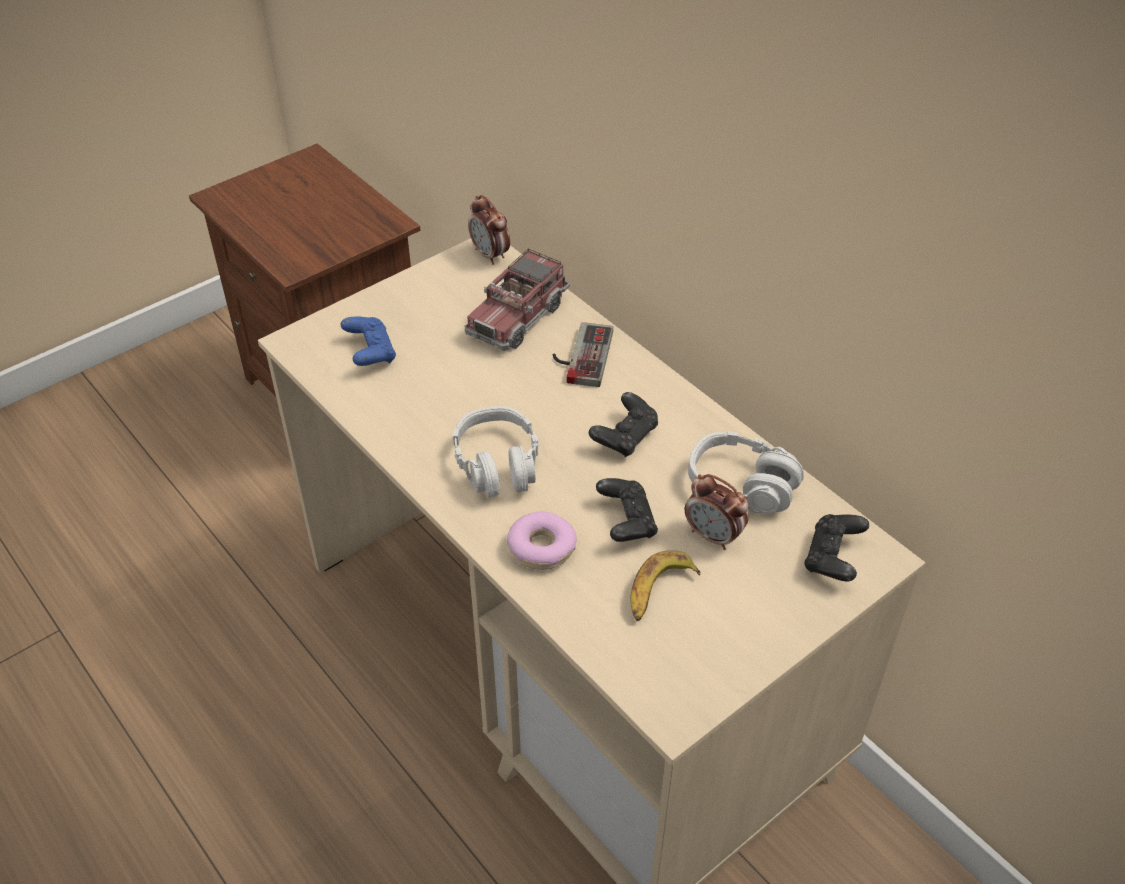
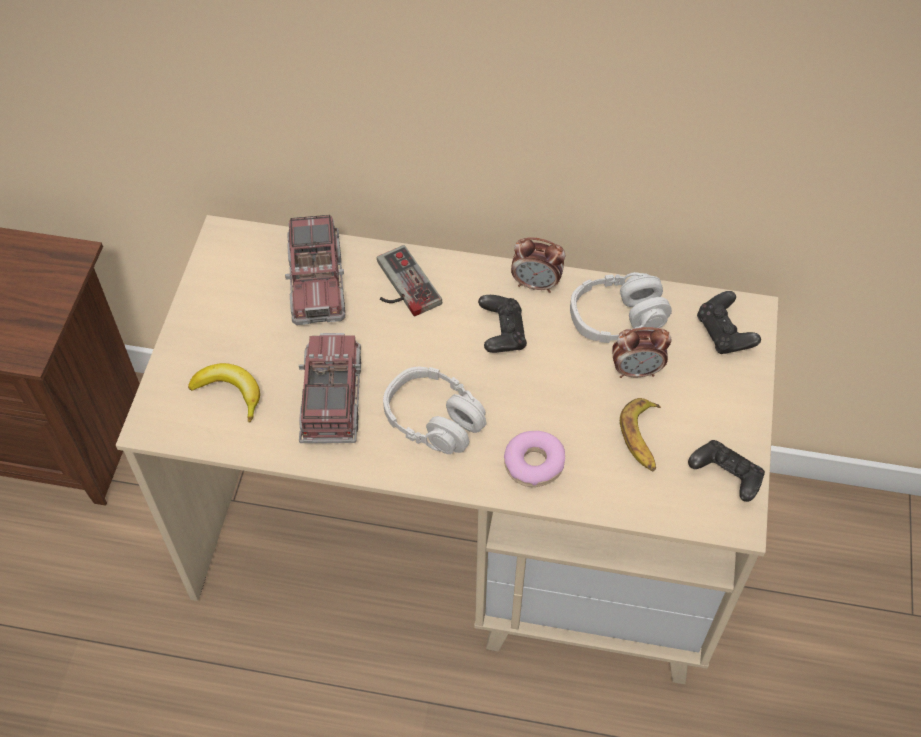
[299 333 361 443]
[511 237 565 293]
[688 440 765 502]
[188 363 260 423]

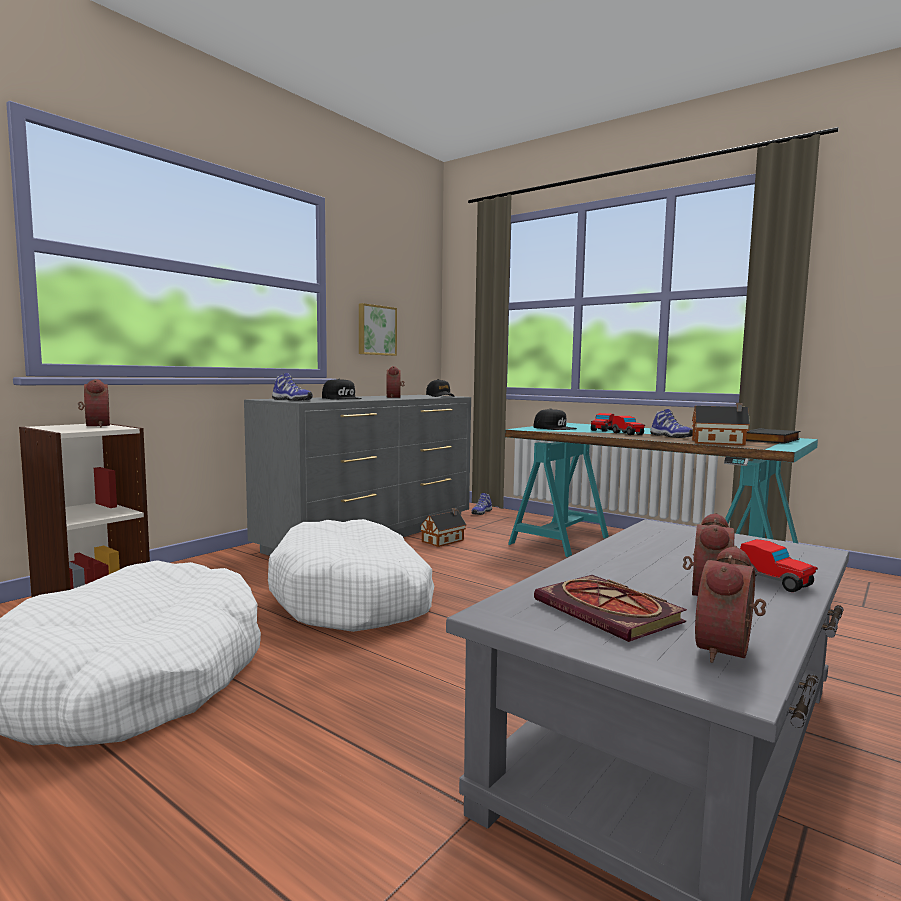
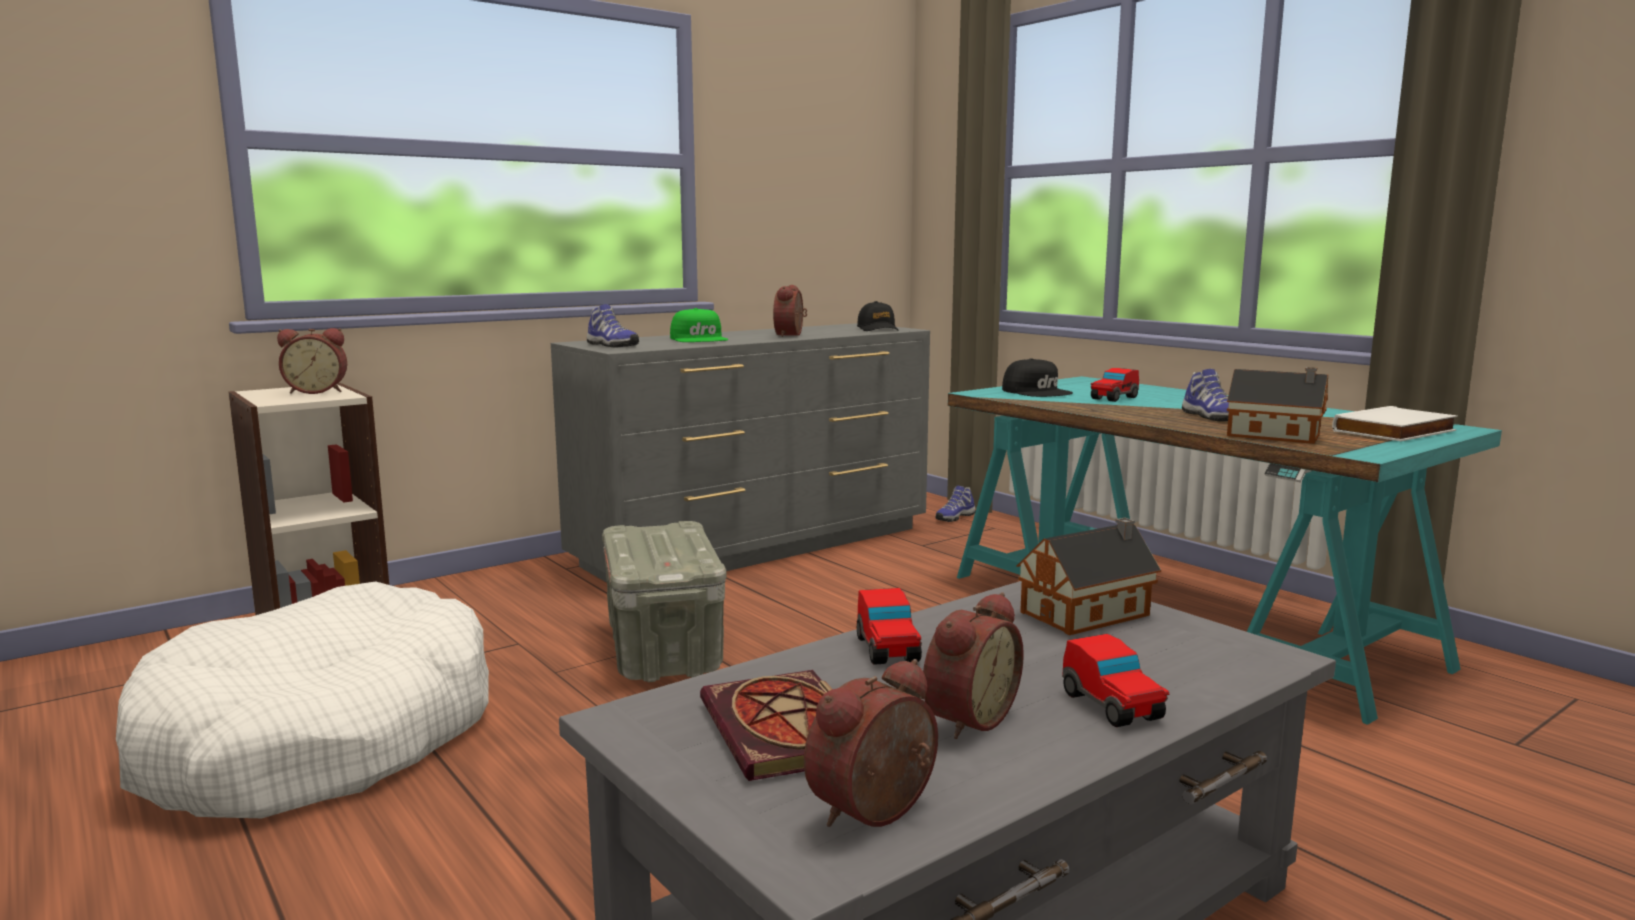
[359 303 397 356] (first image)
[1017 518 1161 635]
[857 588 922 665]
[602 521 727 682]
[670 308 728 342]
[1332 406 1458 441]
[277 328 347 394]

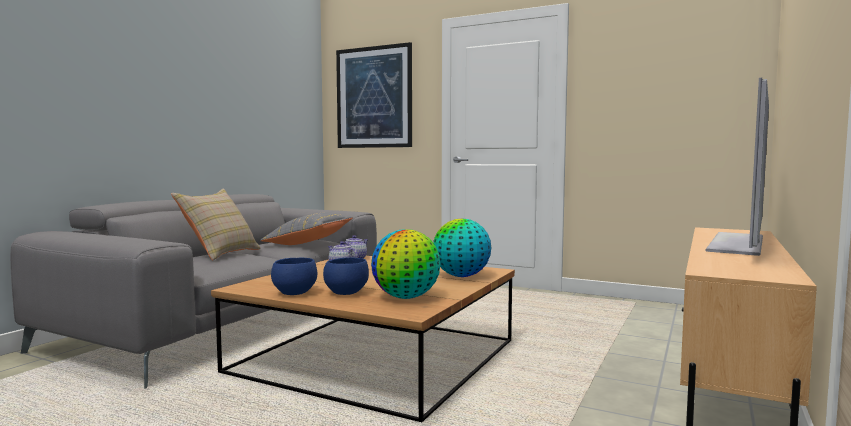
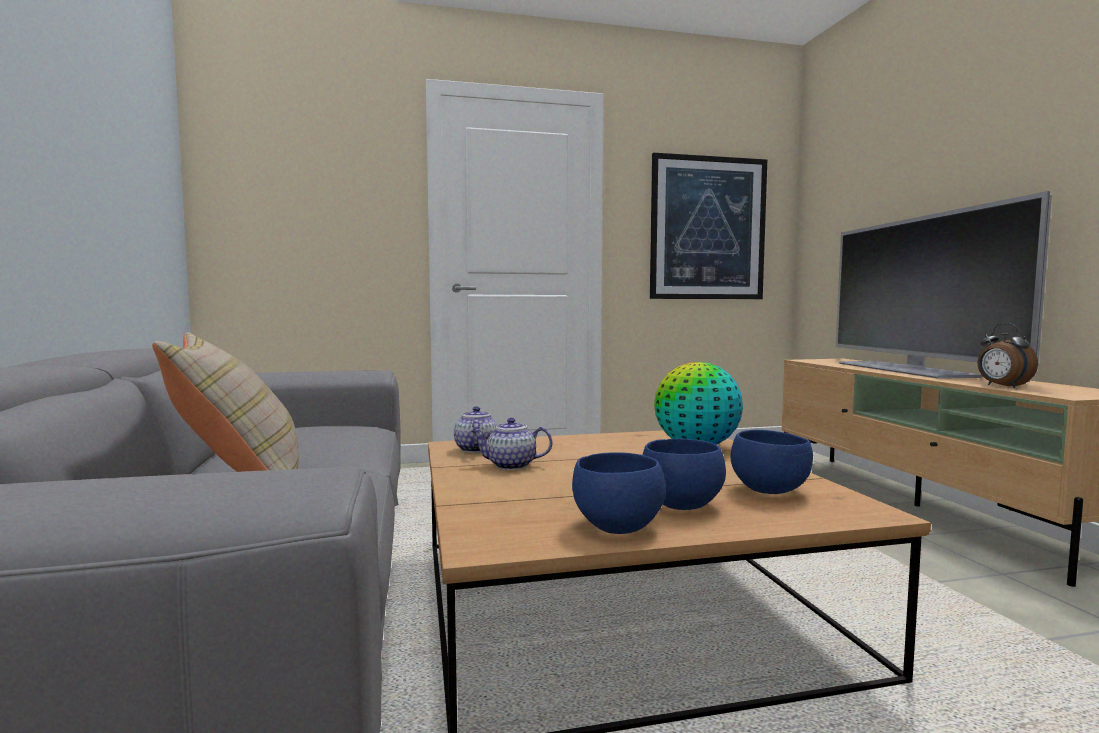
[260 212 353 245] (first image)
[978 323 1038 388]
[650 153 767 299]
[731 430 813 494]

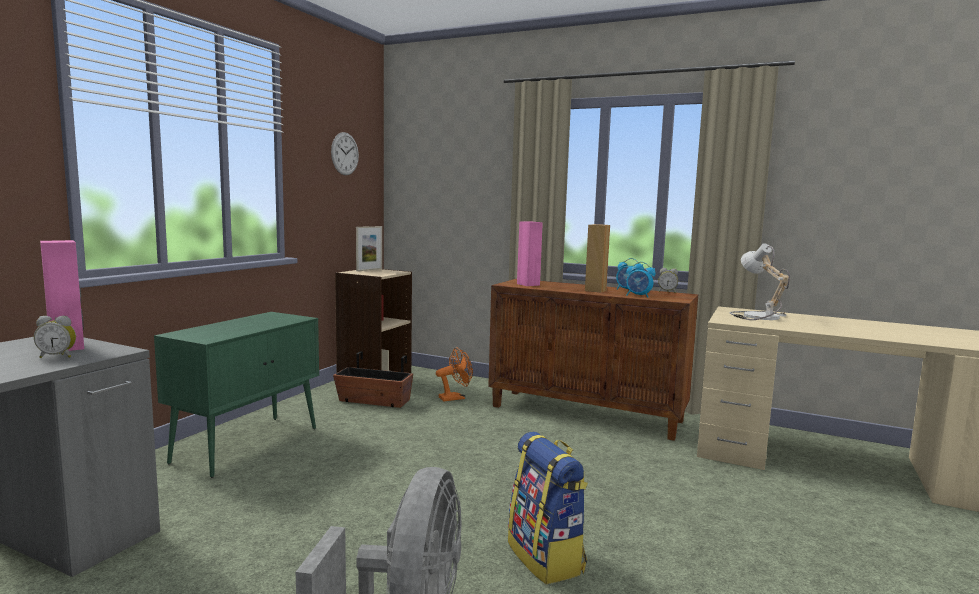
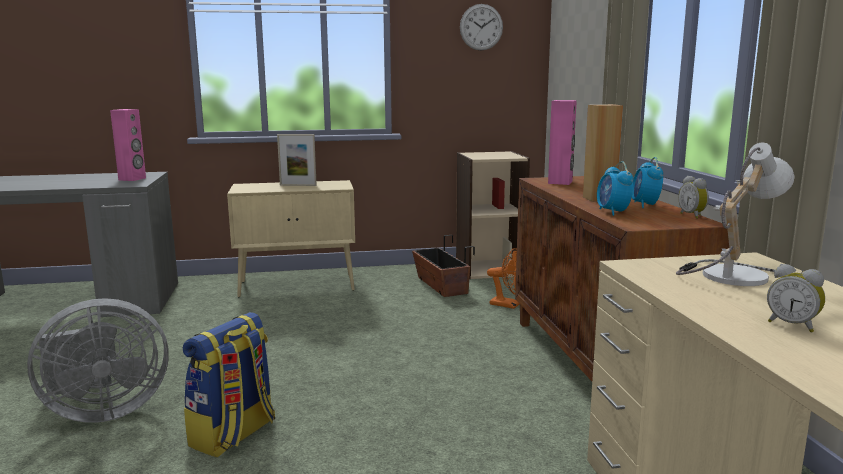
[767 264 825 332]
[277 134 317 186]
[227 180 355 298]

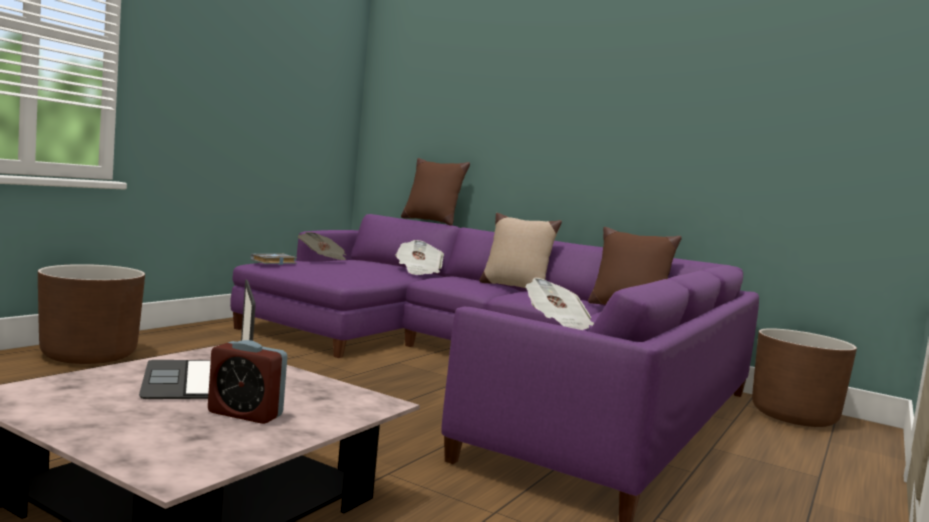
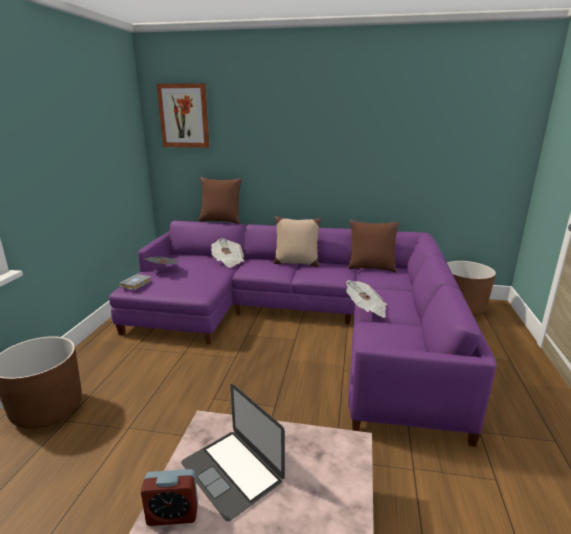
[157 83 210 148]
[141 469 198 526]

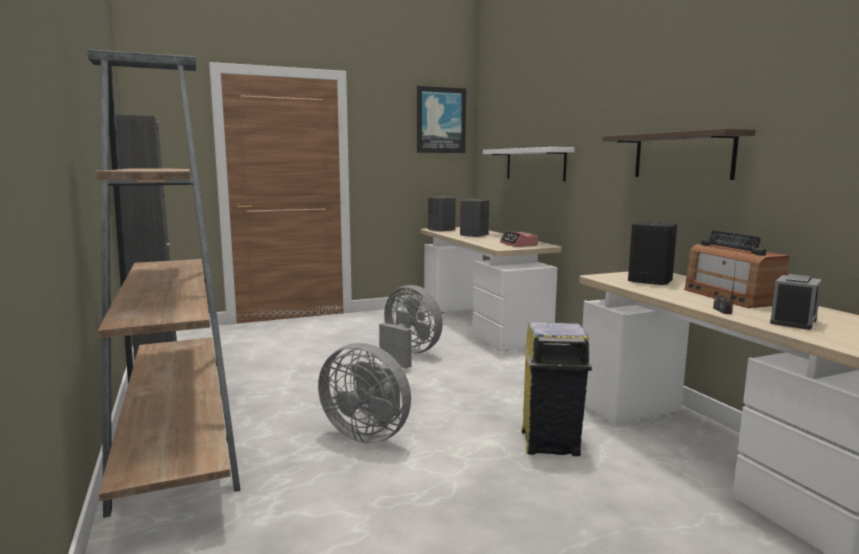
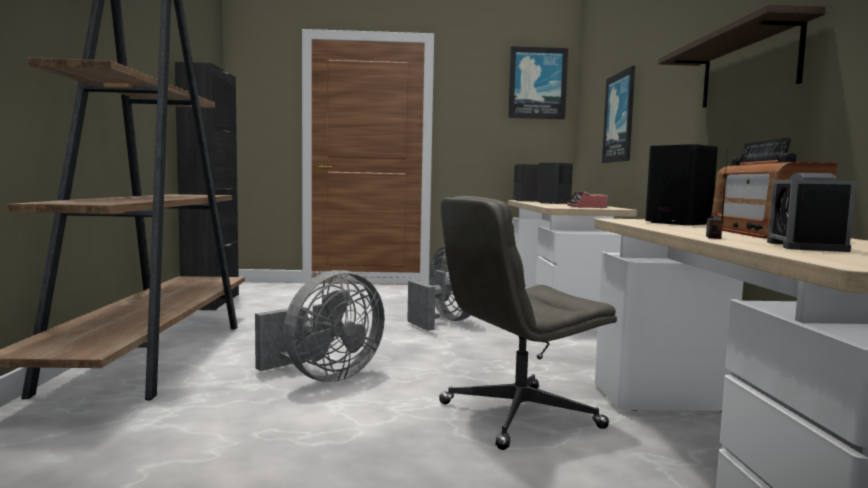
[602 66 635 163]
[439 196 617 450]
[255 270 385 382]
[767 173 856 252]

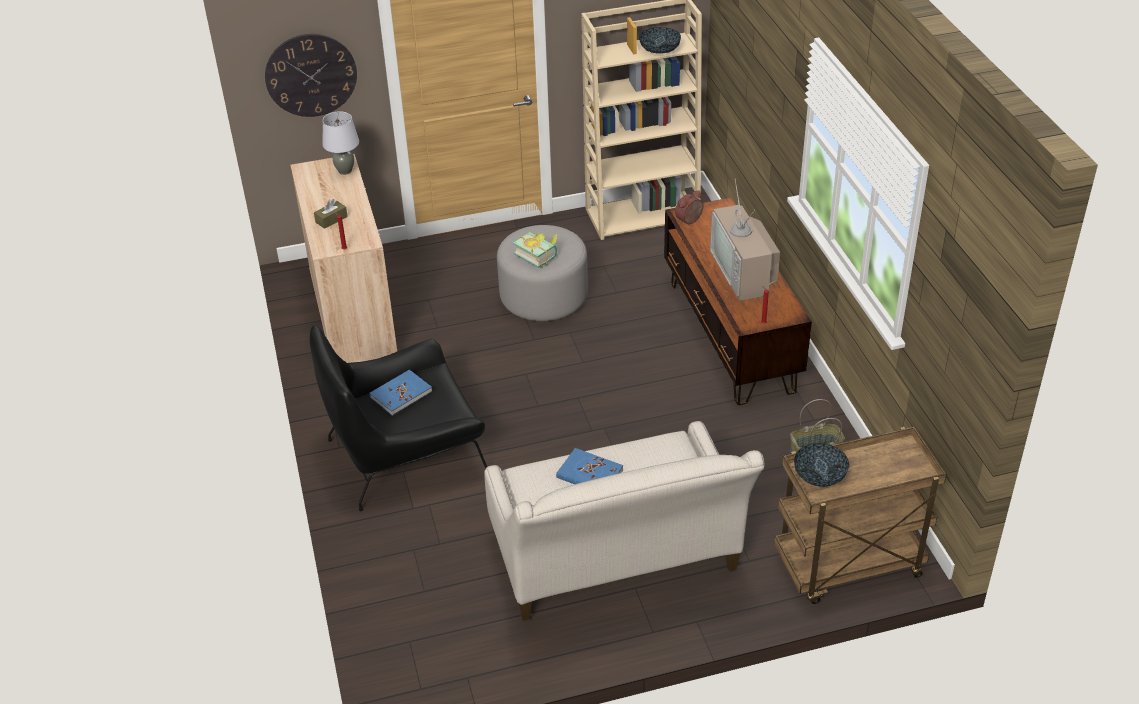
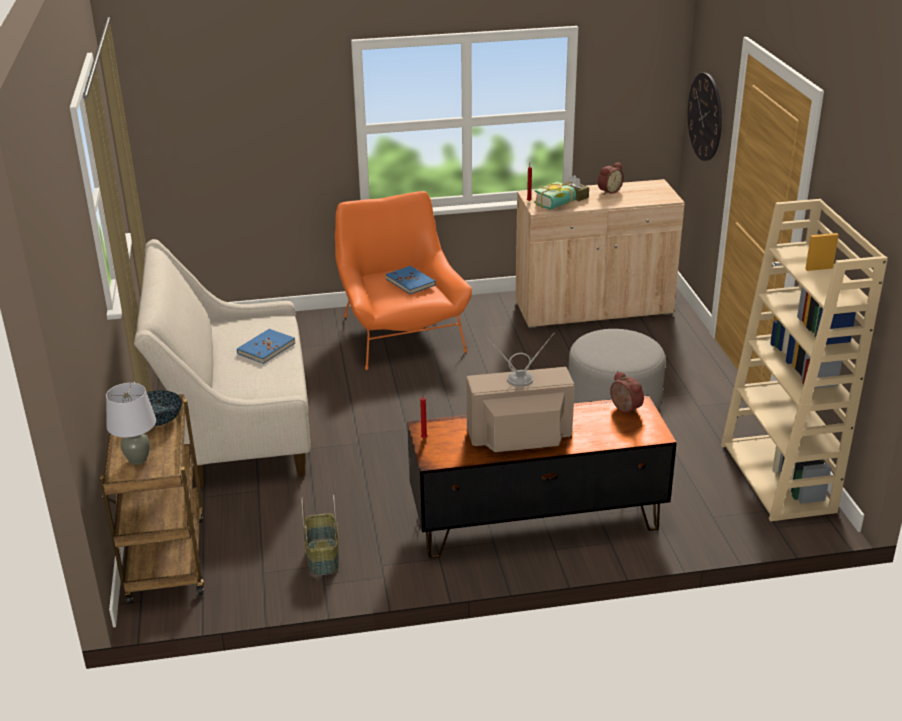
[639 27 681 54] (first image)
[598 162 624 195]
[106 383 156 465]
[534 182 576 210]
[335 191 472 370]

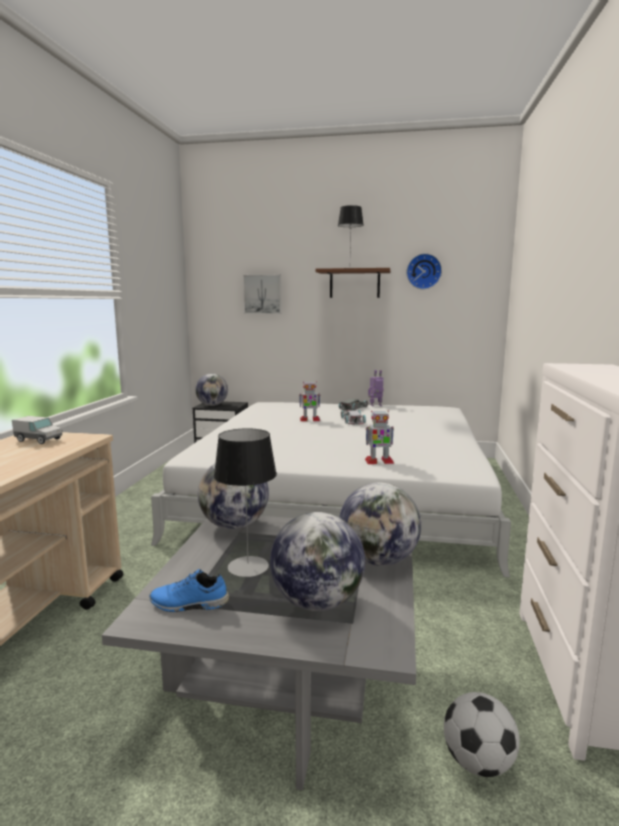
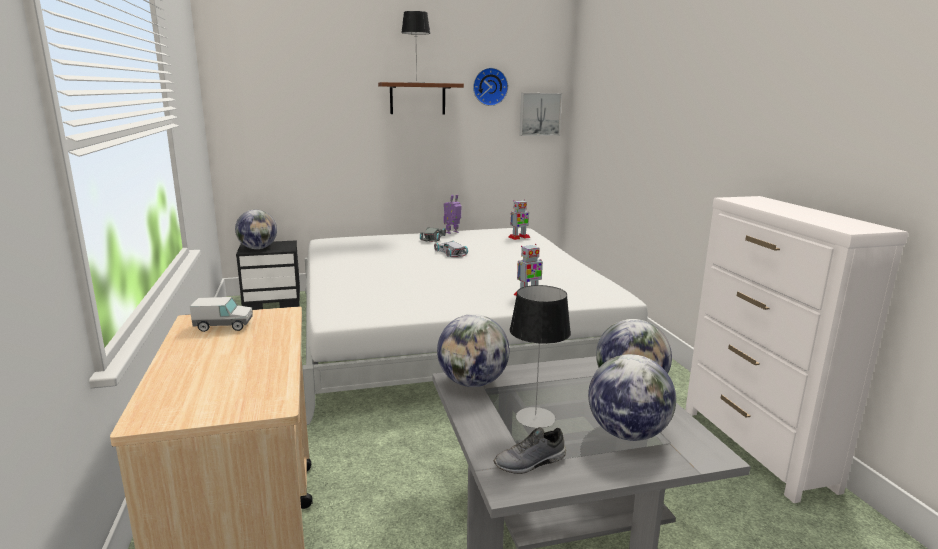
[444 692 520 777] (first image)
[519 93 562 136]
[508 200 530 240]
[493 427 566 474]

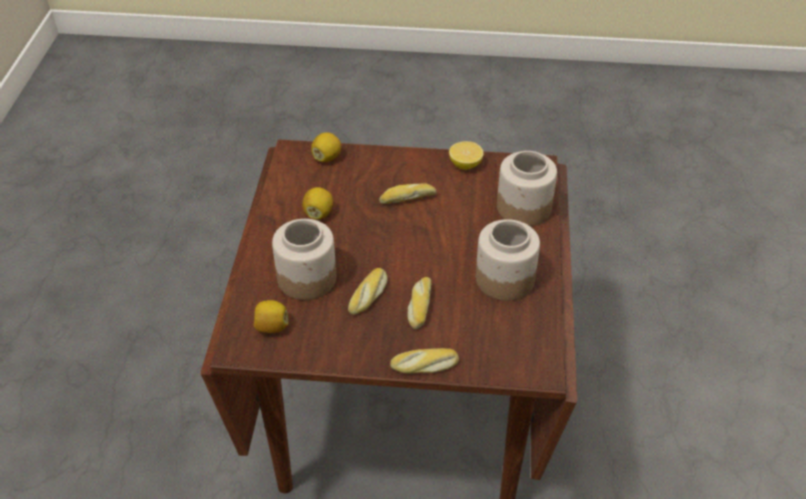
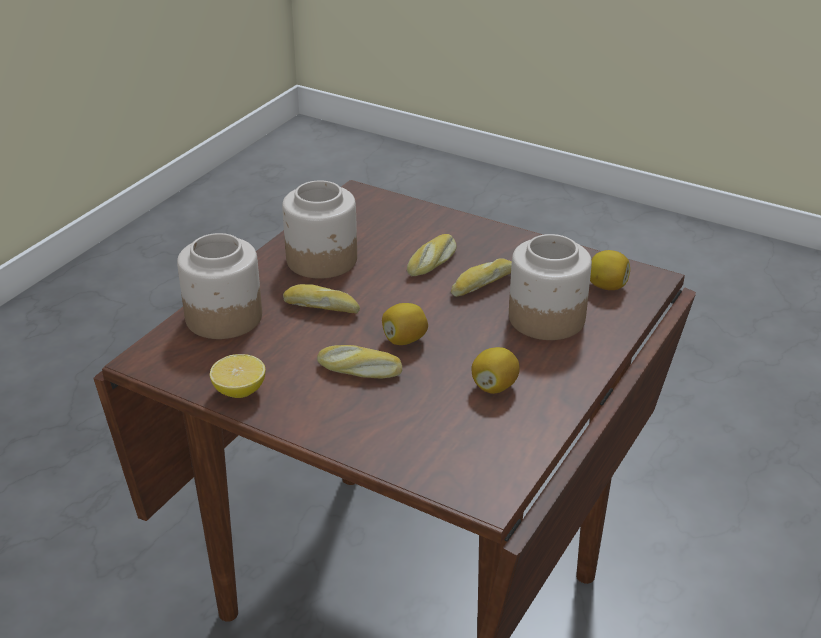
[382 303 428 345]
[283 284 360 313]

